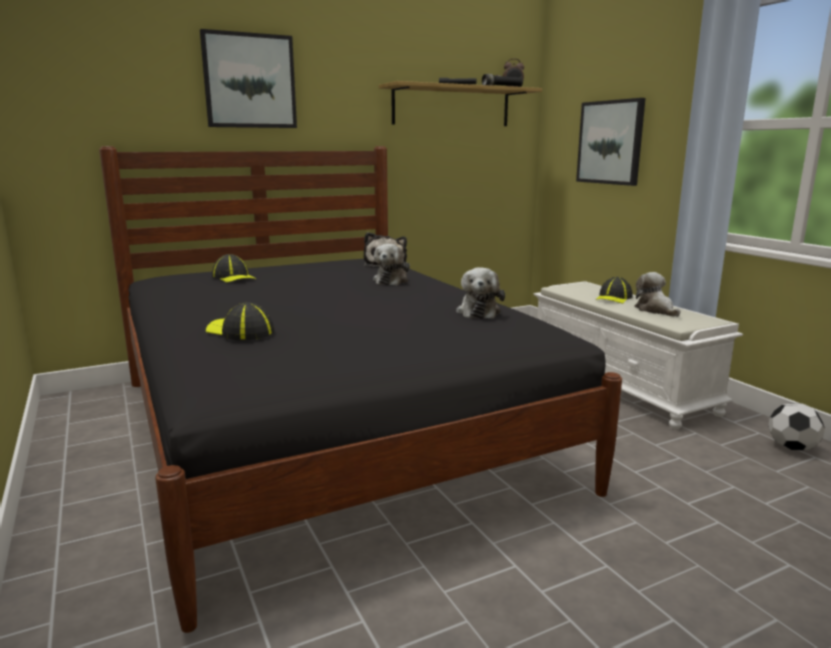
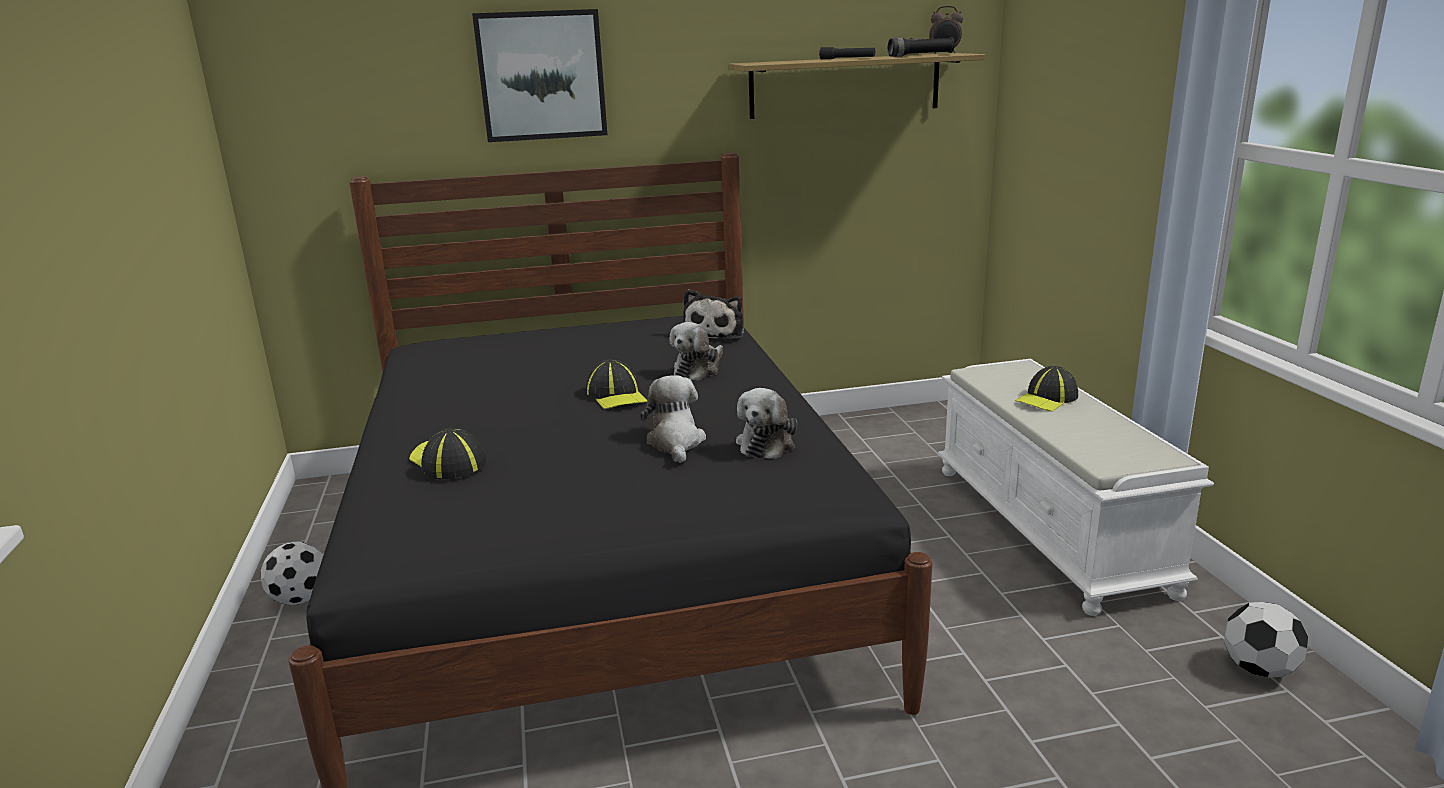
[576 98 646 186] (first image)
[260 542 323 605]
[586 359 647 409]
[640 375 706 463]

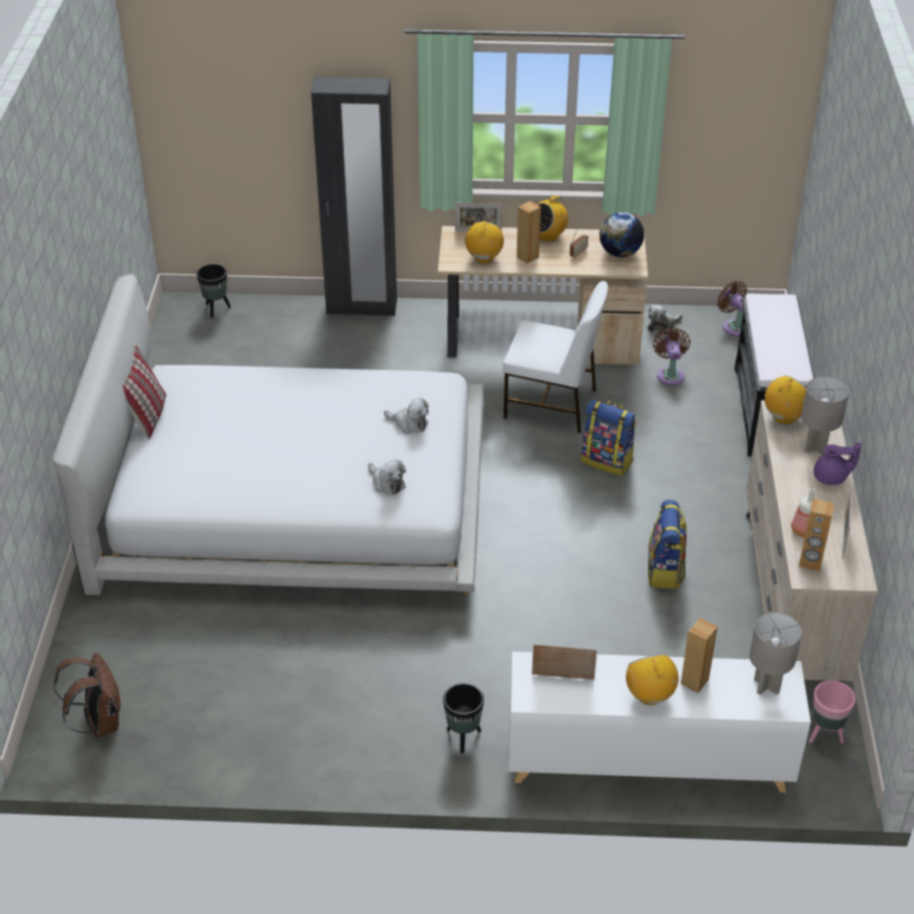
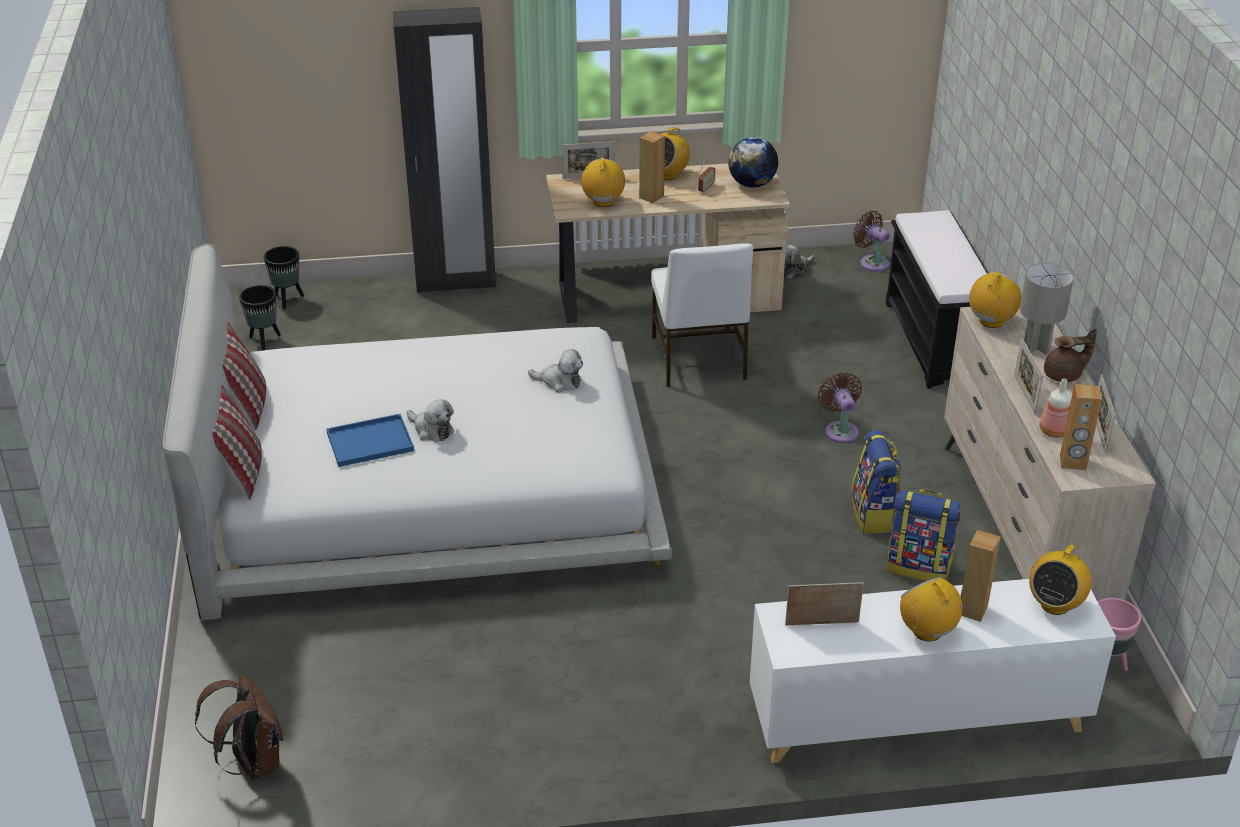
[213 385 262 500]
[326 414 414 467]
[1014 338 1043 415]
[407 399 454 442]
[239 285 281 350]
[887 489 960 581]
[818 372 862 443]
[1029 539 1092 615]
[1044 329 1097 382]
[651 244 753 387]

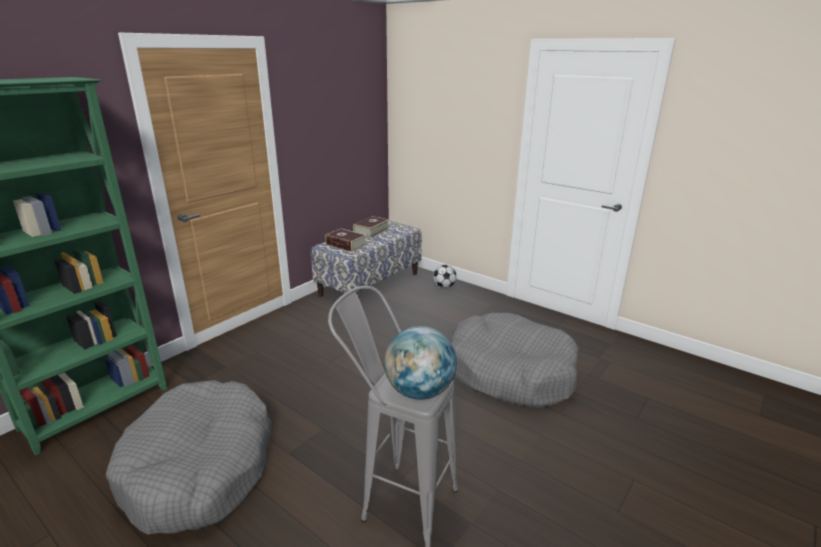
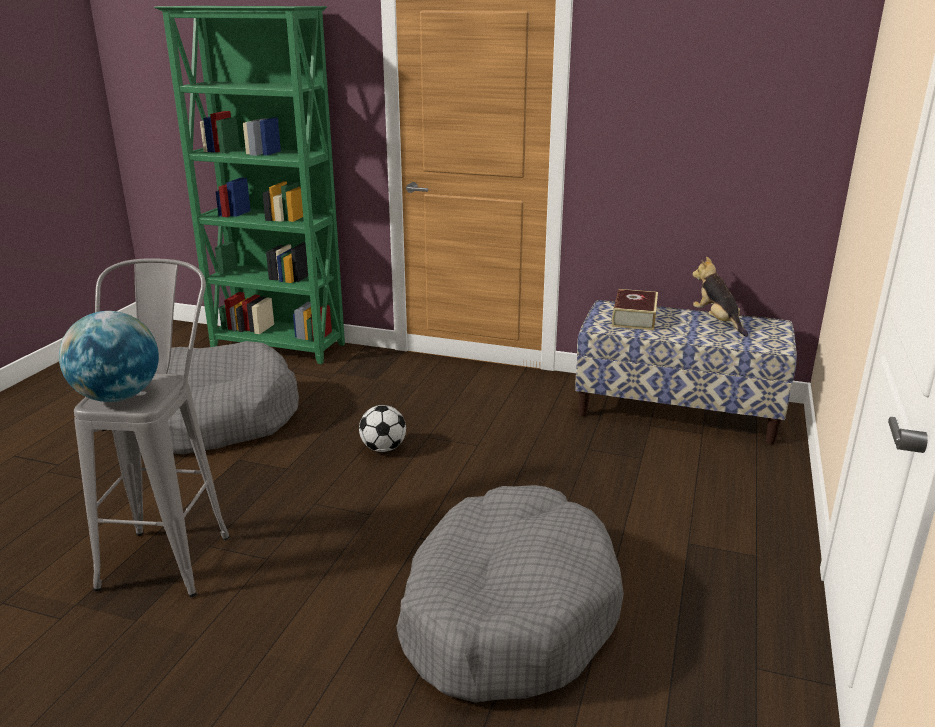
[359 405 406 452]
[692 257 748 336]

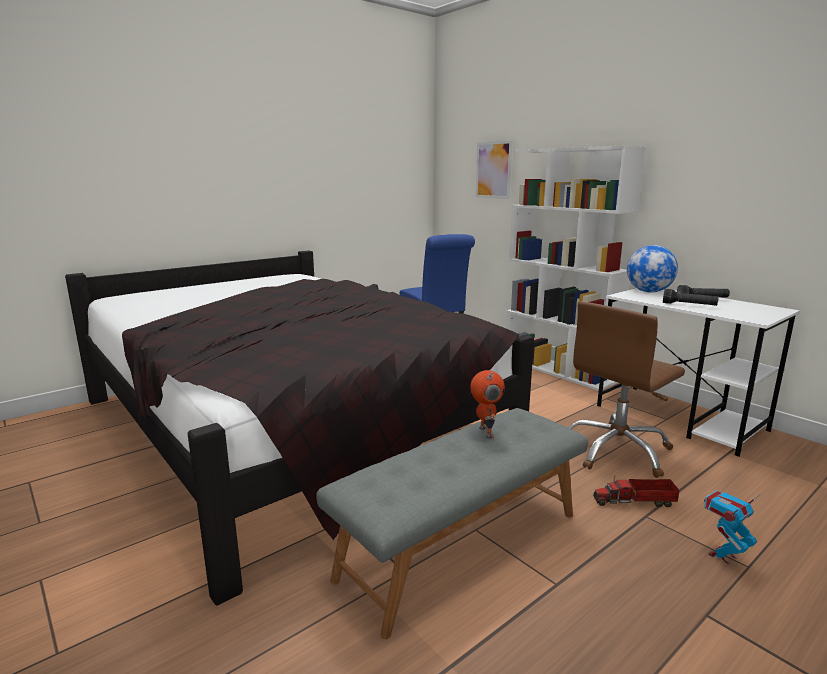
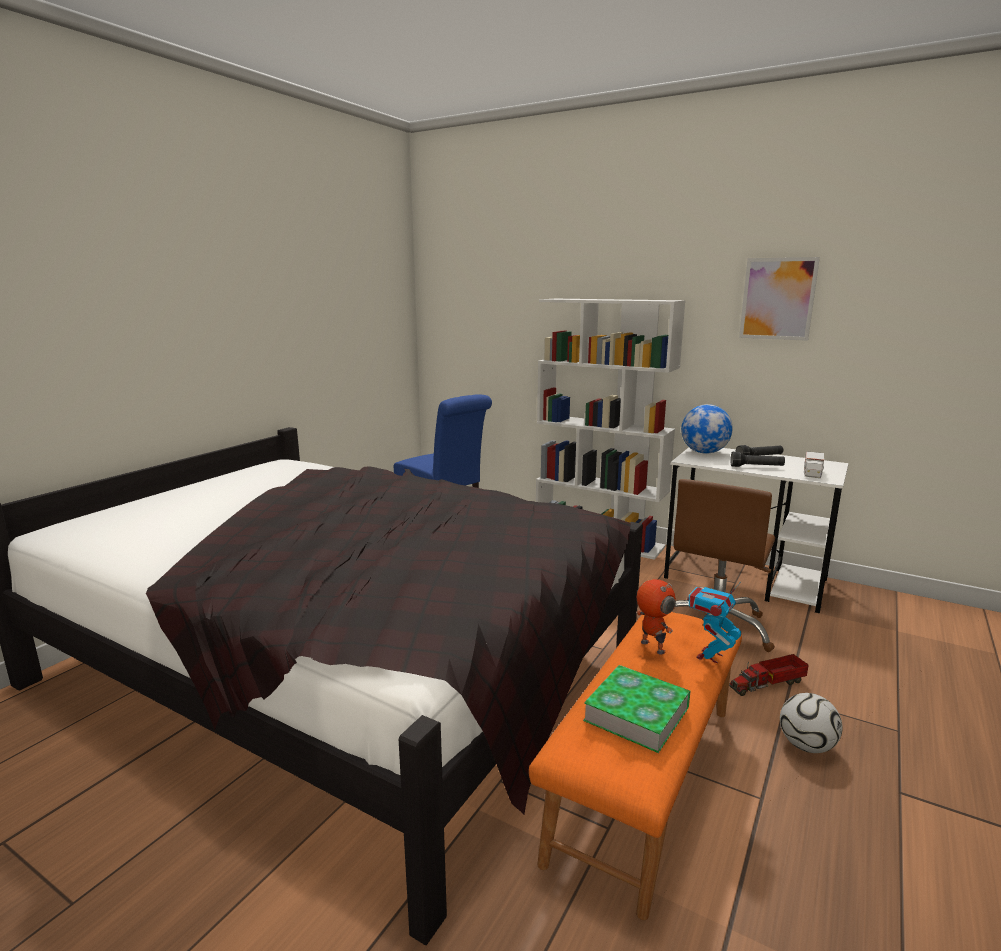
[583 665 691 753]
[780 693 842 753]
[804 451 824 478]
[739 257 820 341]
[687 582 741 663]
[529 612 742 920]

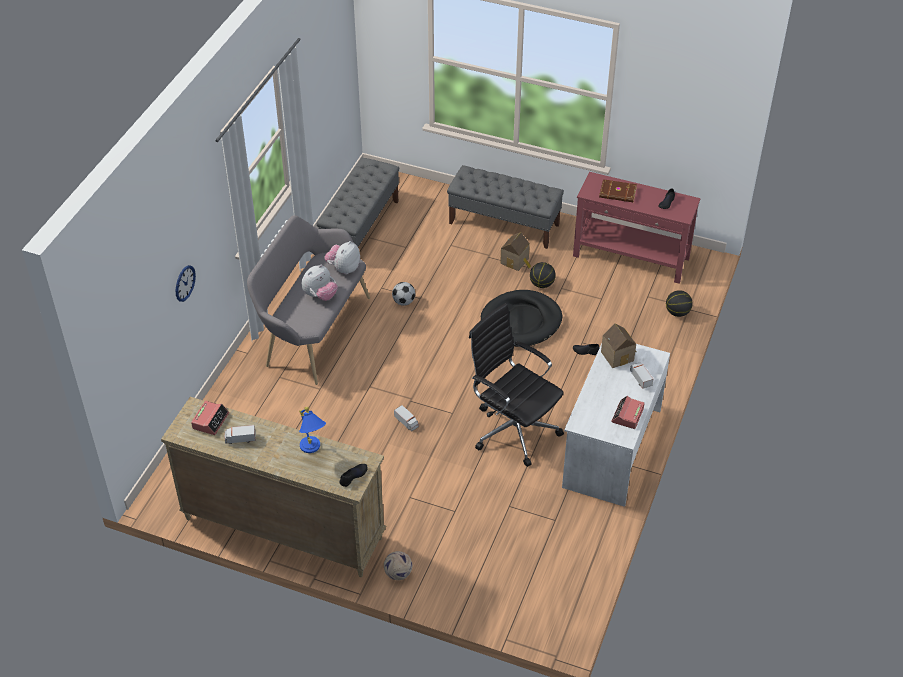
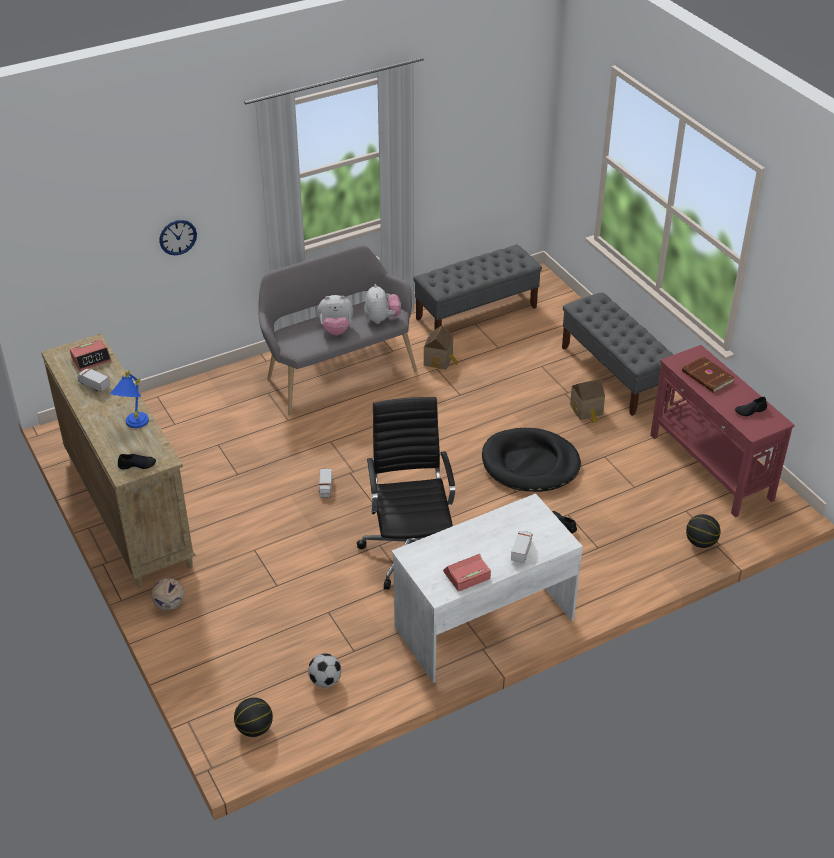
[308 653 341 688]
[234 697 273 737]
[424 325 458 370]
[364 284 401 324]

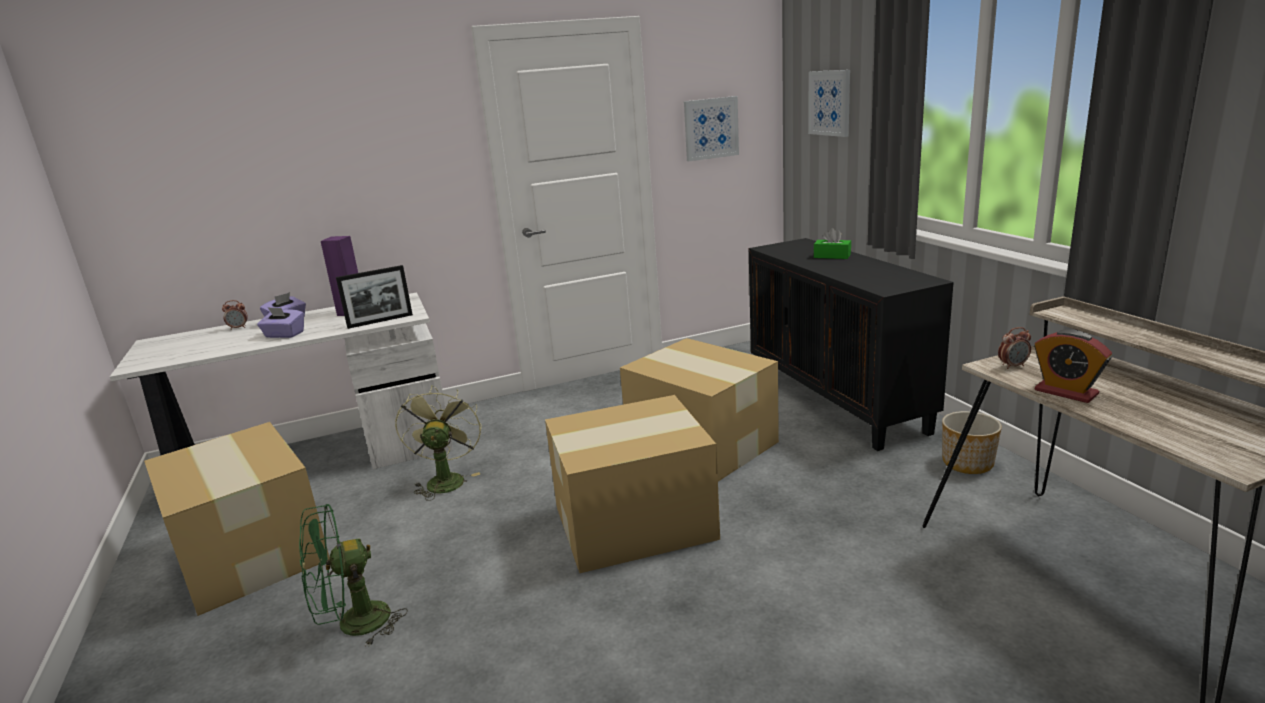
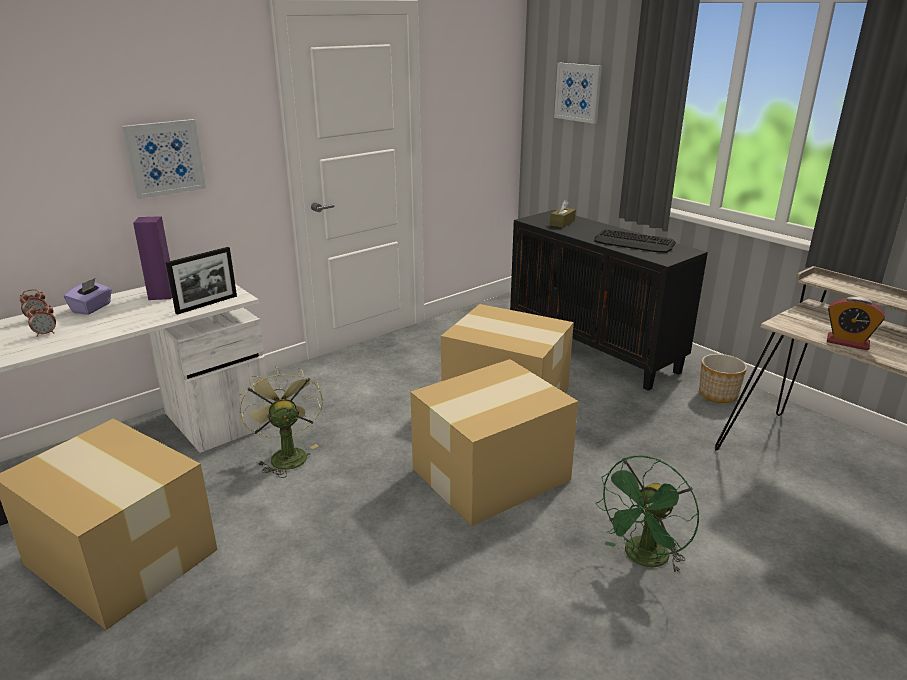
[257 307 304 338] (first image)
[814 228 851 259] (first image)
[550 200 576 228]
[594 229 676 253]
[596 455 699 573]
[122 119 206 199]
[26 303 56 337]

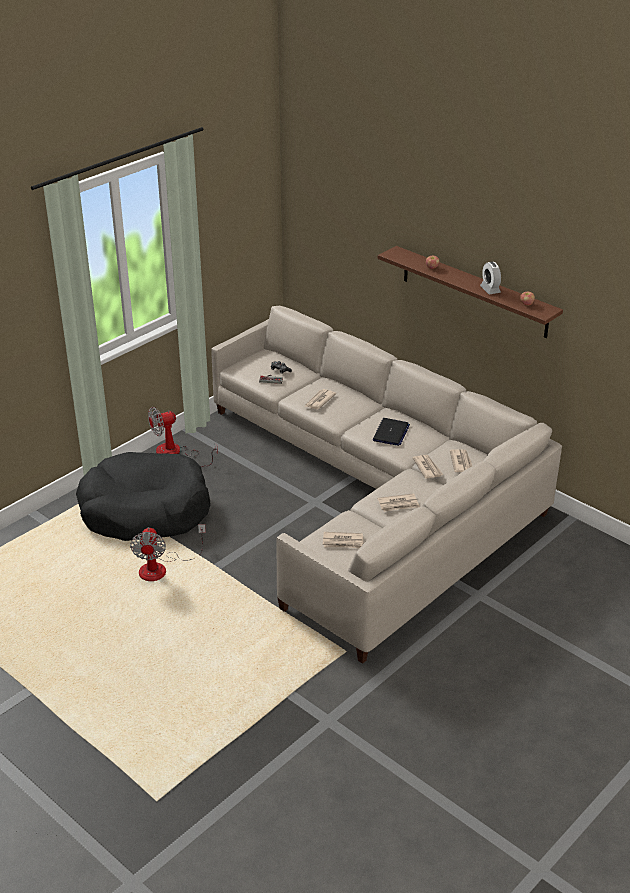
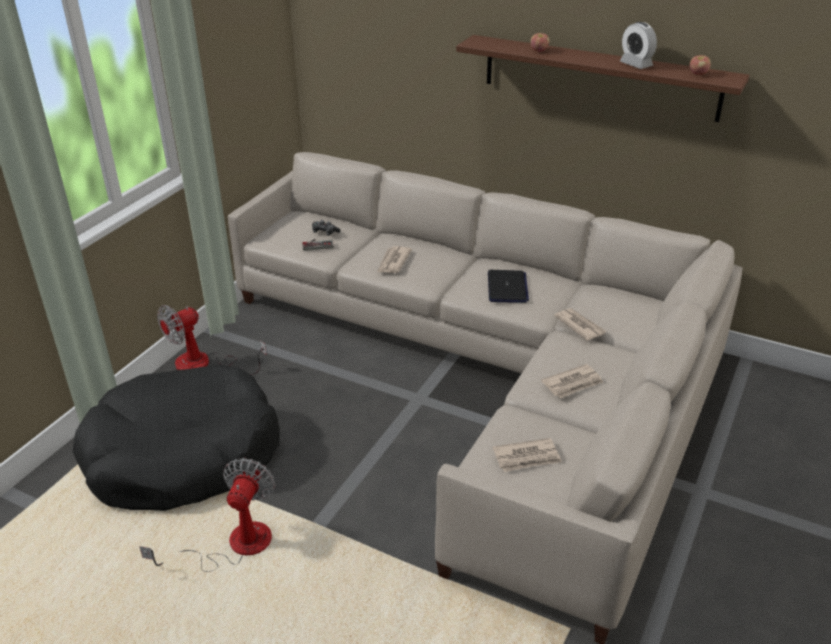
[450 449 472 472] (first image)
[139 458 275 572]

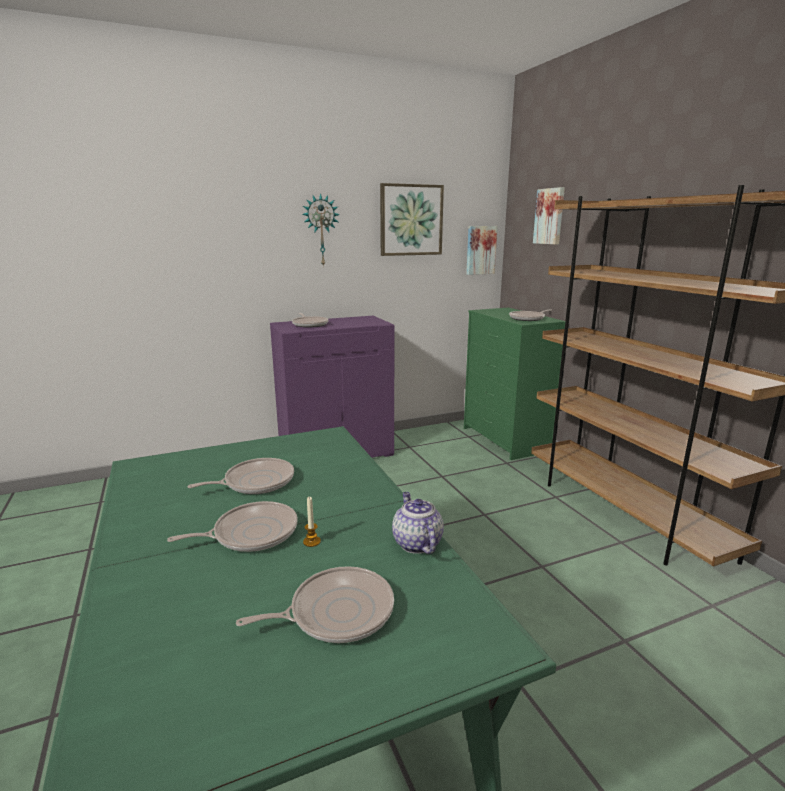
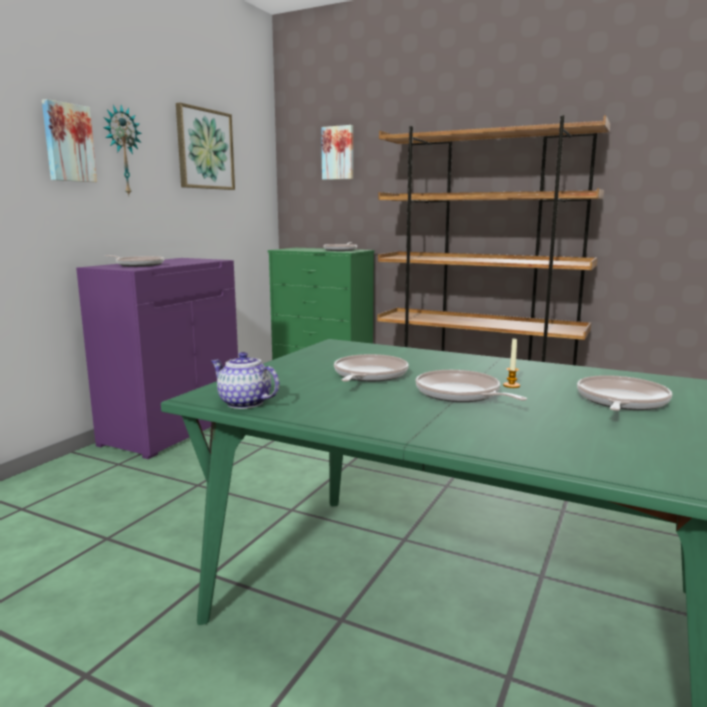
[211 352 279 409]
[42 99 97 182]
[416 370 527 402]

